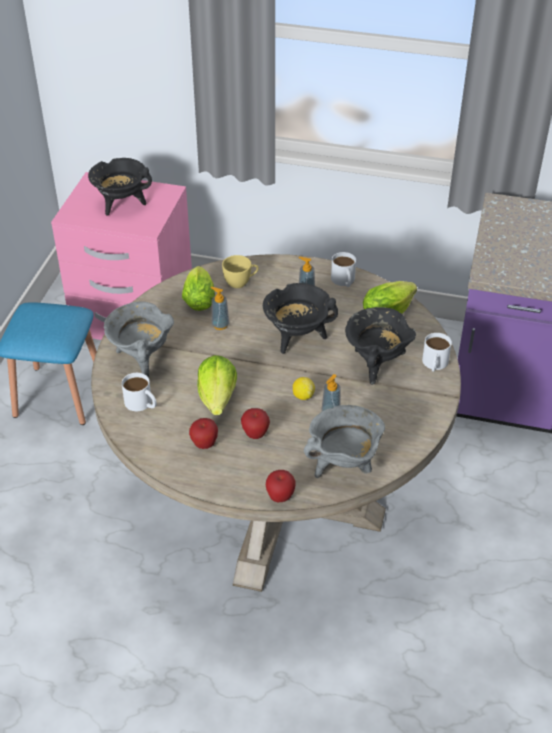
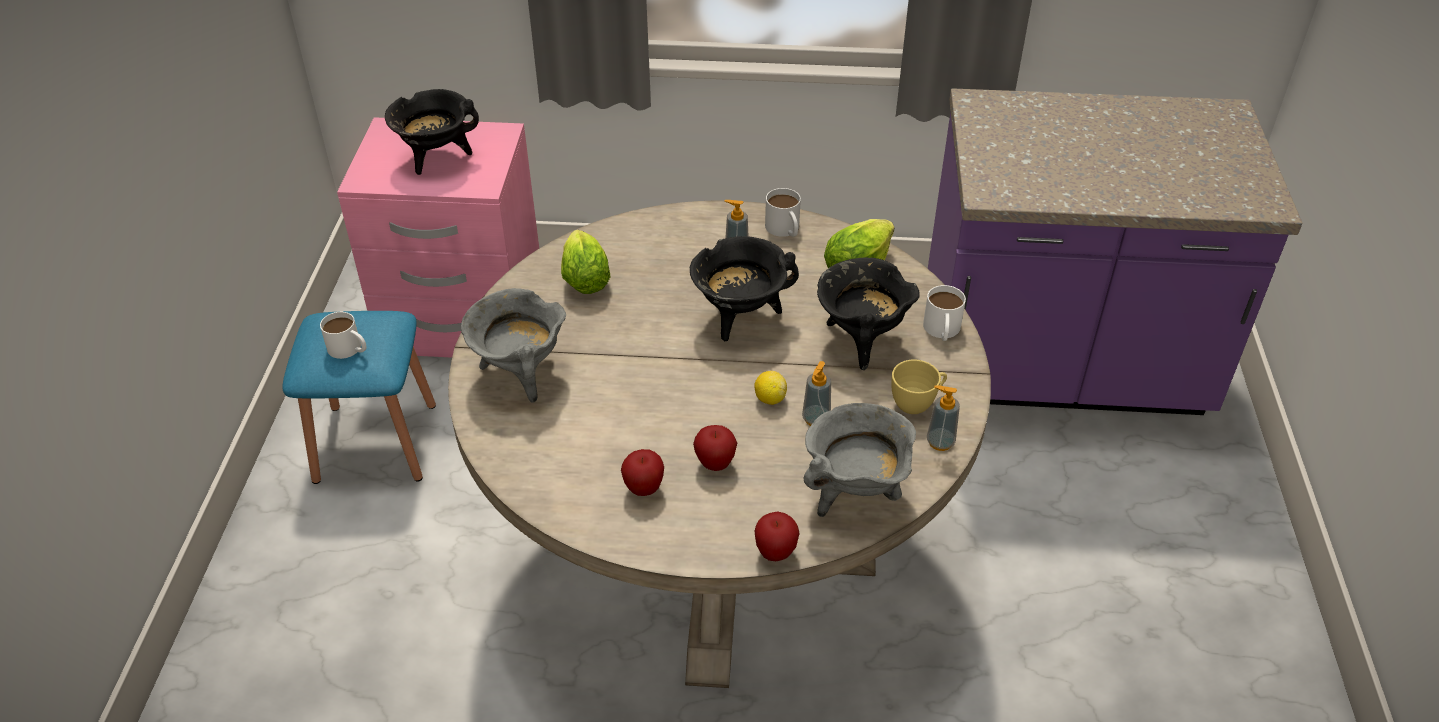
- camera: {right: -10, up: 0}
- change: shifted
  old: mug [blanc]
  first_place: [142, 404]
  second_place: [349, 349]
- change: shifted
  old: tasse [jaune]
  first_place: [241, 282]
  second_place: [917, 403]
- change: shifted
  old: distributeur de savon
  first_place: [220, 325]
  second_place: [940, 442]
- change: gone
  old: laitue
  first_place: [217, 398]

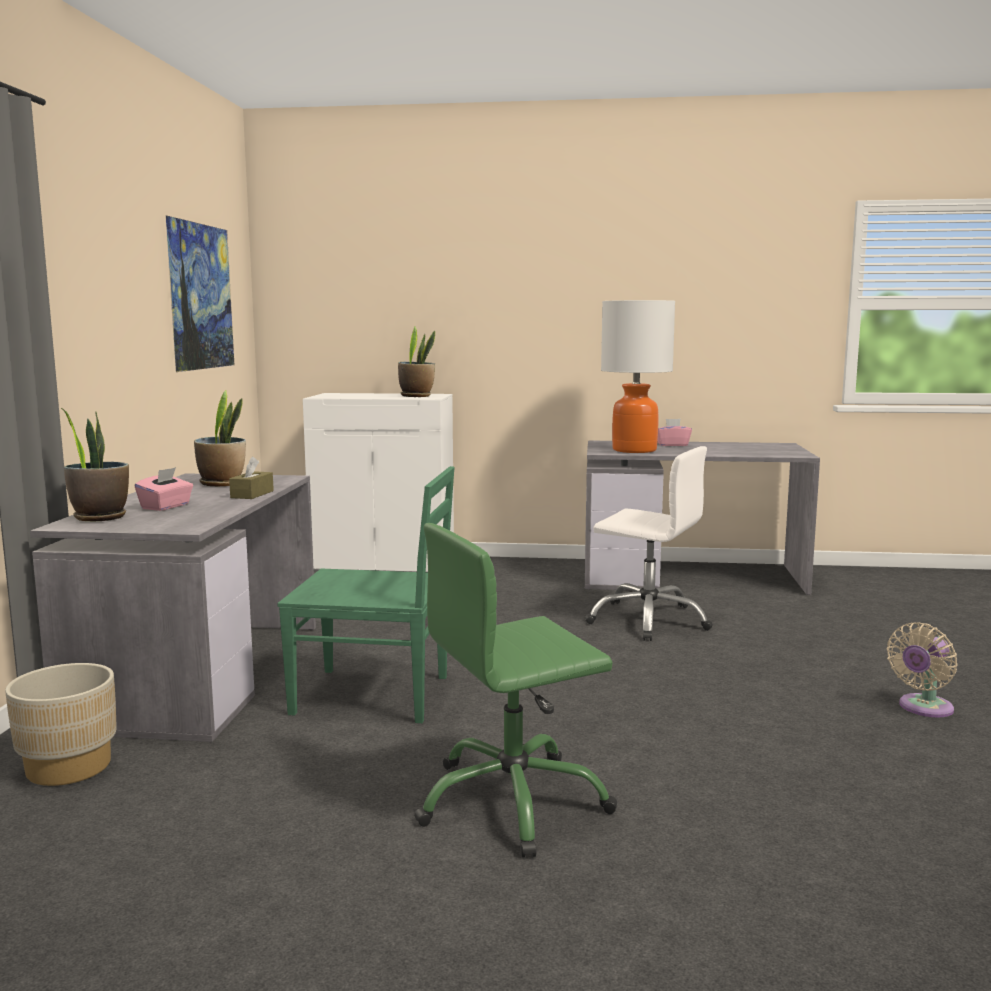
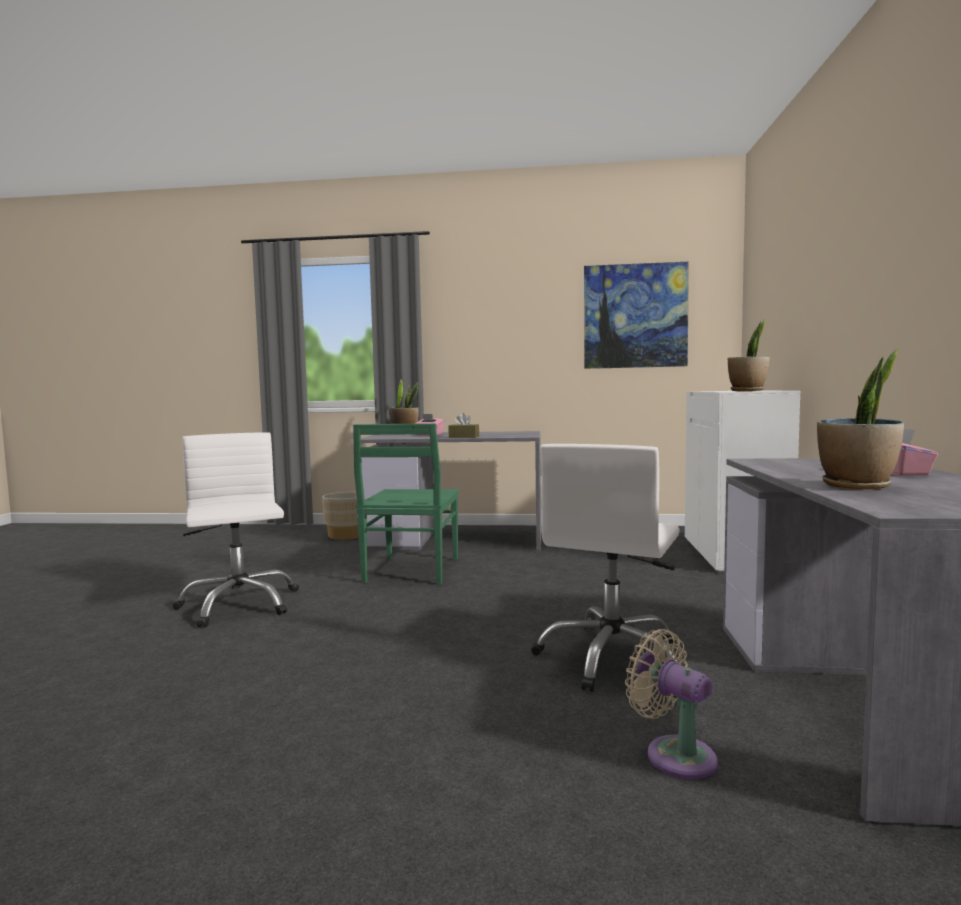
- camera: {right: 90, up: -5}
- change: repainted
  old: chaise de bureau [vert]
  new: chaise de bureau [blanc]
  first_place: [512, 802]
  second_place: [238, 604]
- change: shifted
  old: ventilateur [beige]
  first_place: [923, 708]
  second_place: [674, 754]
- change: shifted
  old: plante en pot
  first_place: [222, 483]
  second_place: [857, 486]
- change: gone
  old: lampe de table
  first_place: [634, 450]

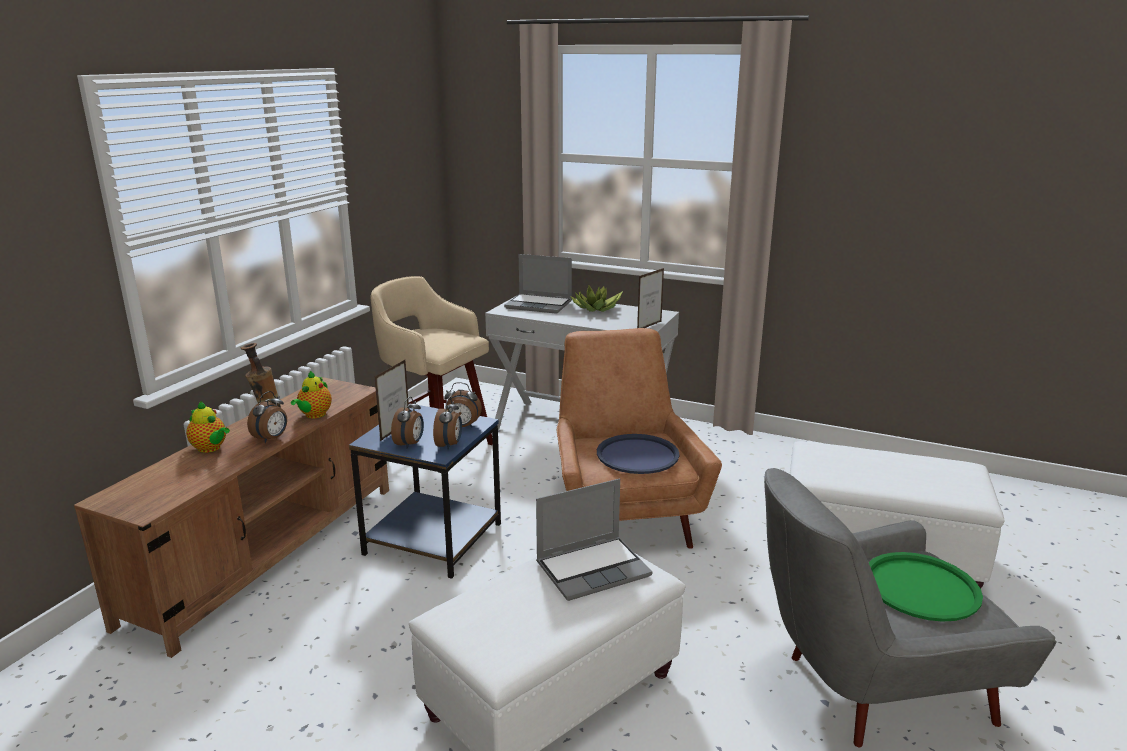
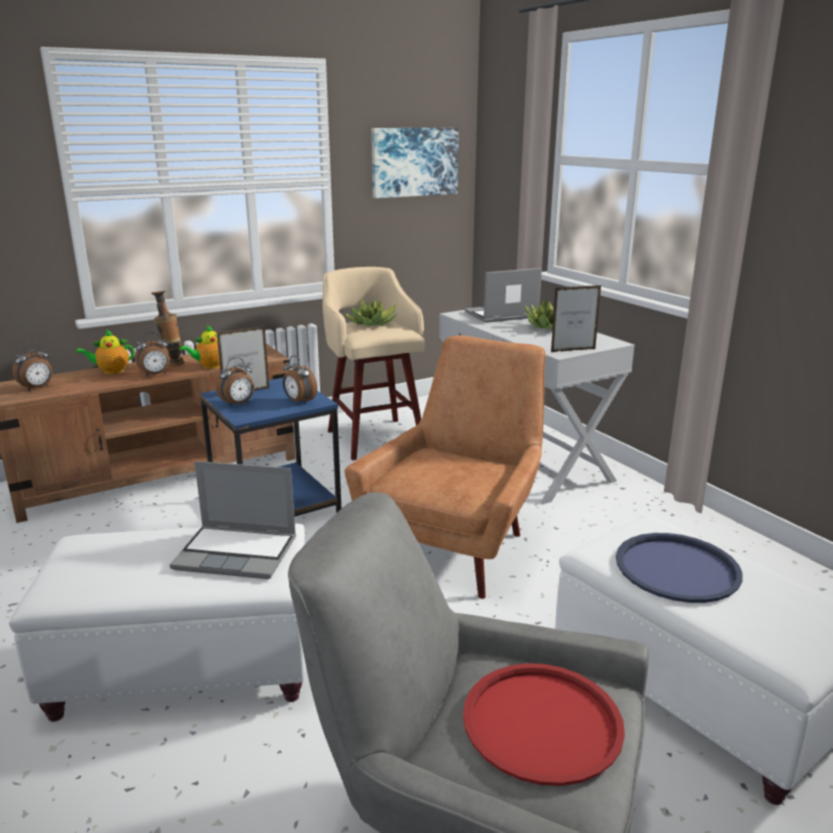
- camera: {right: 35, up: 0}
- change: shifted
  old: réveil
  first_place: [449, 445]
  second_place: [37, 388]
- change: rotated
  old: théière
  first_place: [210, 448]
  second_place: [111, 371]
  degrees: 90
- change: new
  new: plante en pot
  second_place: [373, 324]
- change: new
  new: tableau
  second_place: [414, 162]
- change: repainted
  old: plateau [vert]
  new: plateau [rouge]
  first_place: [921, 587]
  second_place: [542, 722]
- change: rotated
  old: ordinateur portable
  first_place: [539, 305]
  second_place: [500, 315]
  degrees: 105
- change: shifted
  old: plateau [bleu]
  first_place: [637, 455]
  second_place: [677, 569]

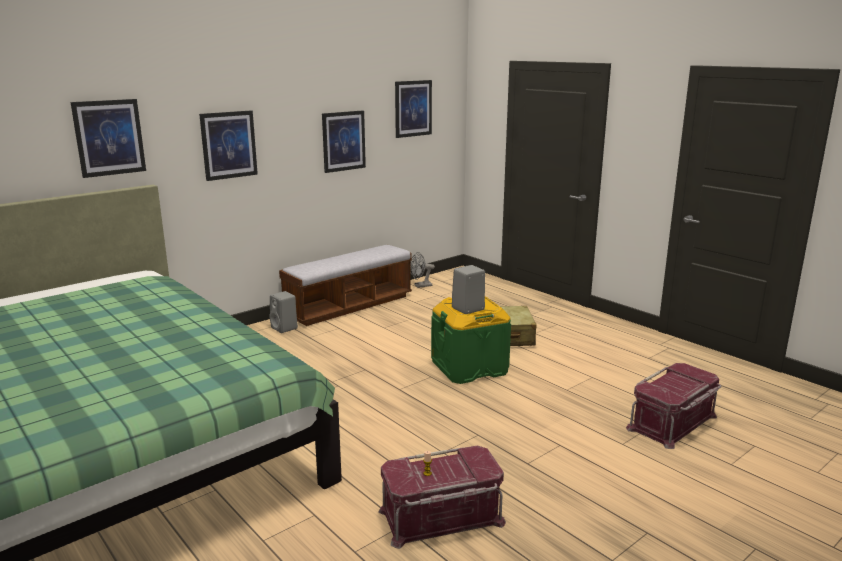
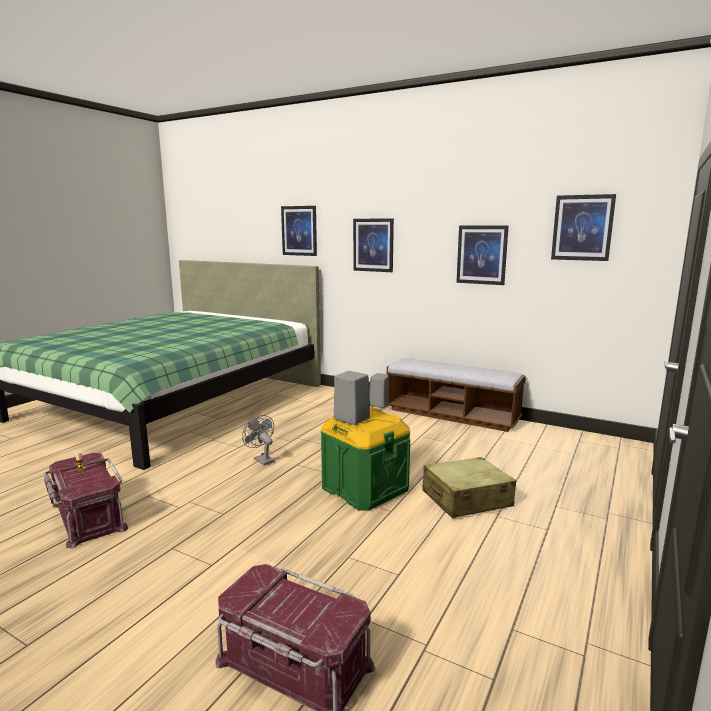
- camera: {right: 70, up: -5}
- change: shifted
  old: ventilateur [gris]
  first_place: [420, 286]
  second_place: [261, 459]

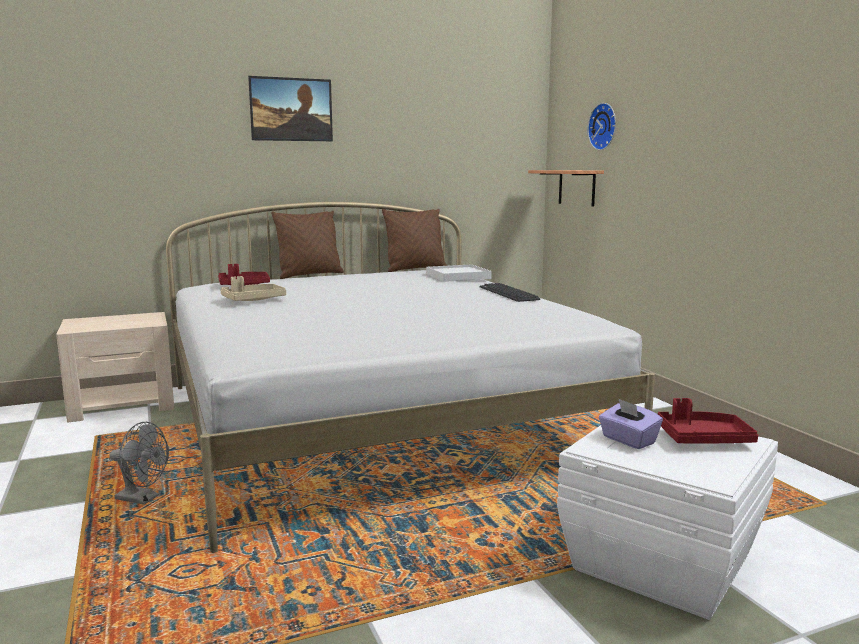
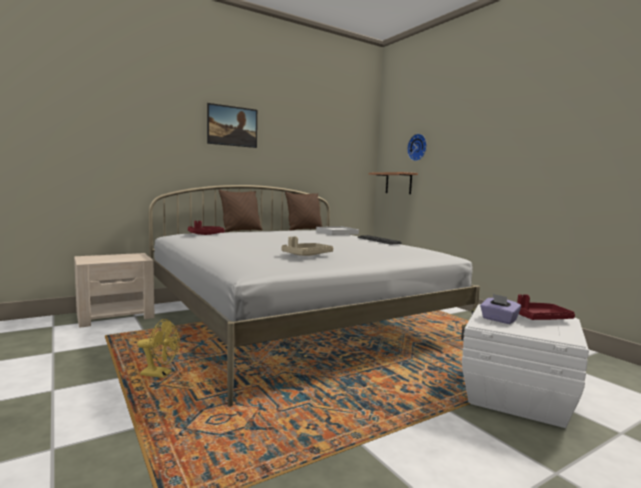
- camera: {right: -10, up: -5}
- change: repainted
  old: ventilateur [gris]
  new: ventilateur [jaune]
  first_place: [143, 499]
  second_place: [160, 374]
- change: shifted
  old: plateau [beige]
  first_place: [253, 300]
  second_place: [307, 255]

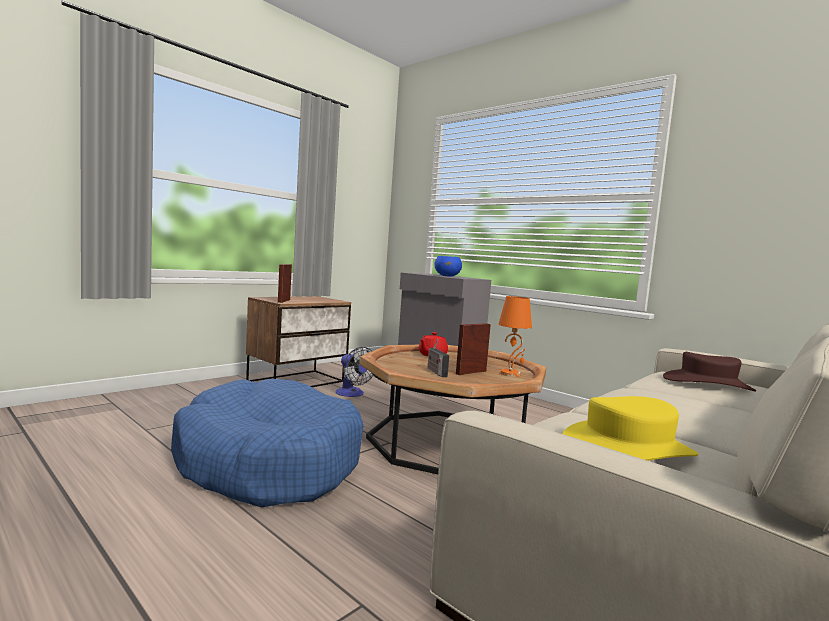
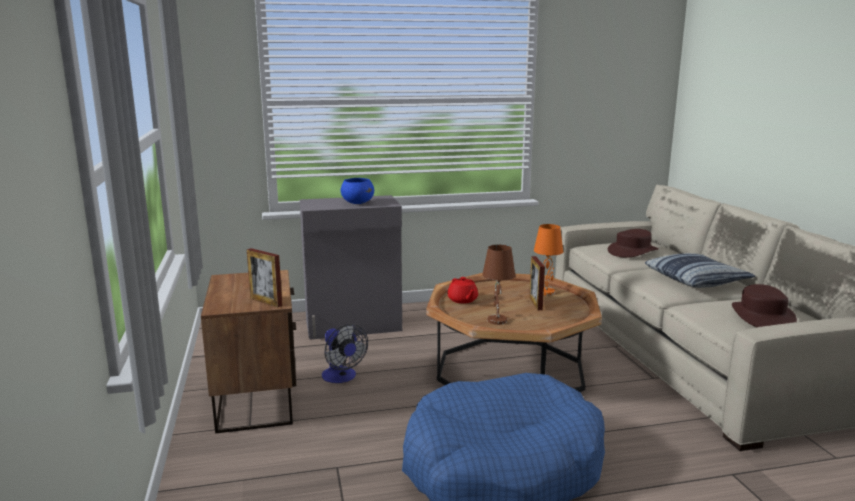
- camera: {right: -55, up: 10}
- change: rotated
  old: ventilateur
  first_place: [352, 394]
  second_place: [342, 377]
  degrees: 60
- change: new
  new: lampe de table [marron]
  second_place: [496, 320]
- change: new
  new: coussin
  second_place: [697, 280]
- change: repainted
  old: chapeau [jaune]
  new: chapeau [marron]
  first_place: [627, 448]
  second_place: [762, 316]
- change: gone
  old: radio
  first_place: [435, 372]

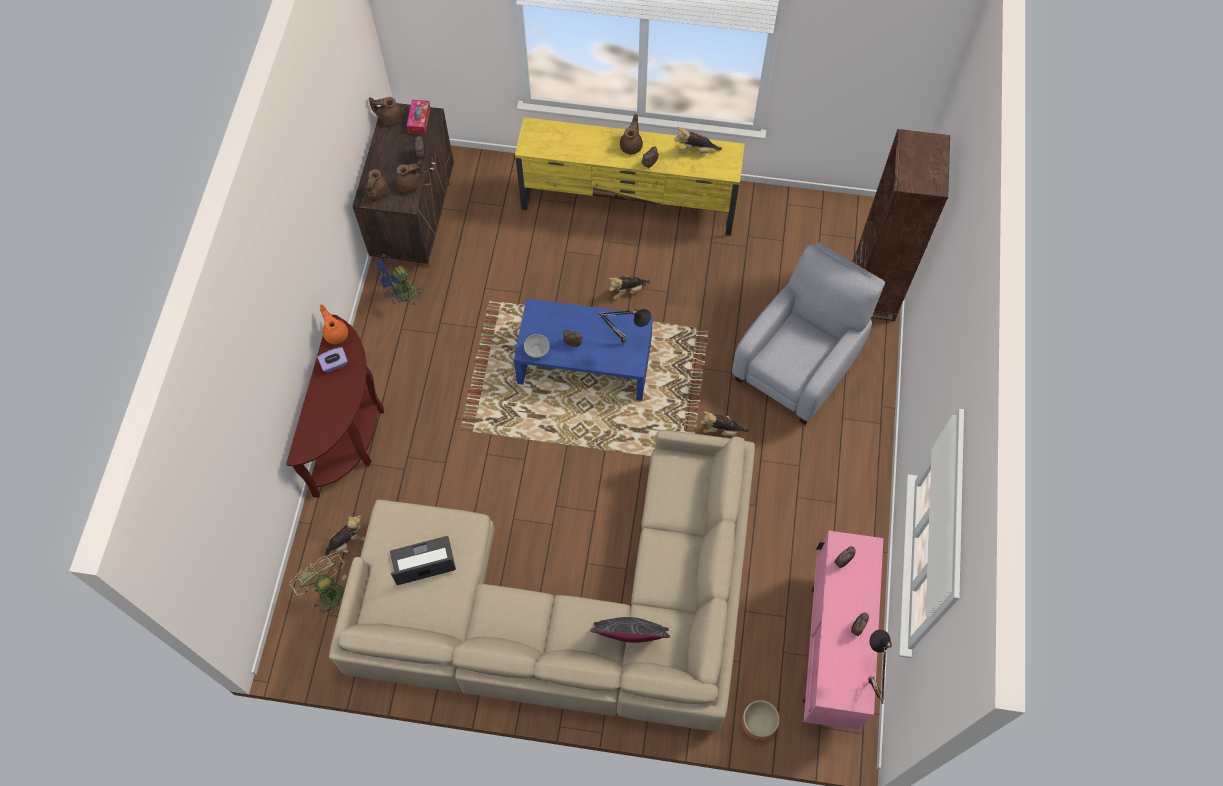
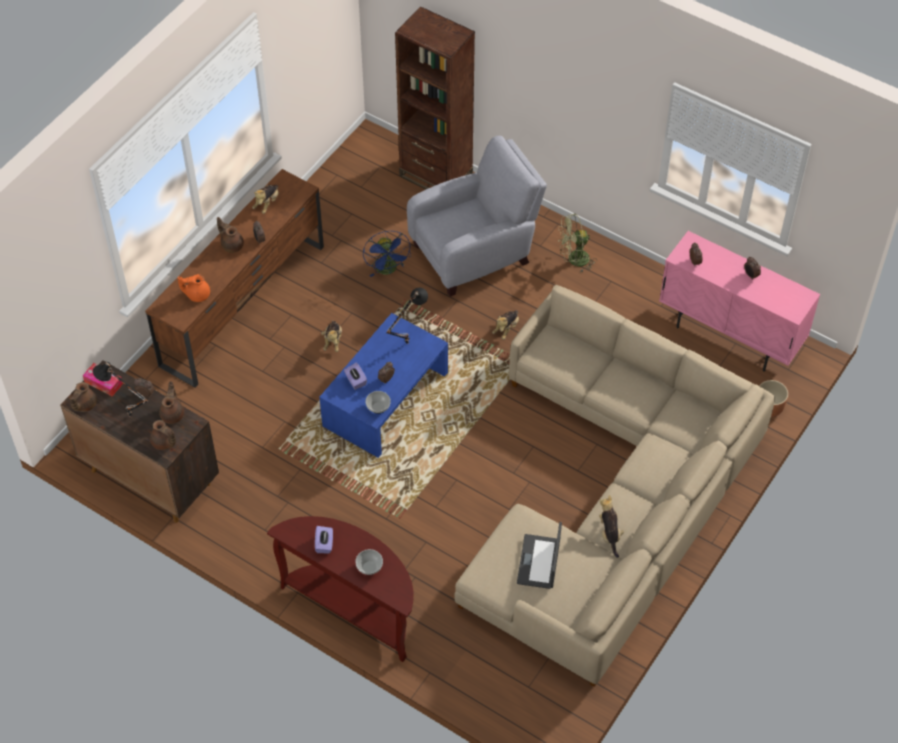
- camera: {right: -65, up: -10}
- change: shifted
  old: lampe de table [noir]
  first_place: [867, 681]
  second_place: [129, 417]
- change: repainted
  old: meuble télé [jaune]
  new: meuble télé [marron]
  first_place: [629, 204]
  second_place: [244, 305]
- change: shifted
  old: théière [orange]
  first_place: [336, 333]
  second_place: [197, 294]
- change: new
  new: boîte à mouchoirs [violet]
  second_place: [355, 381]
- change: new
  new: bol
  second_place: [369, 567]
- change: shifted
  old: ventilateur [bleu]
  first_place: [401, 296]
  second_place: [388, 270]
- change: rotated
  old: fauteuil [gris]
  first_place: [799, 364]
  second_place: [475, 252]
  degrees: 90
- change: shifted
  old: ventilateur [vert]
  first_place: [328, 591]
  second_place: [574, 260]
- change: shifted
  old: peluche
  first_place: [347, 542]
  second_place: [609, 533]
- change: gone
  old: coussin [gris]
  first_place: [630, 638]

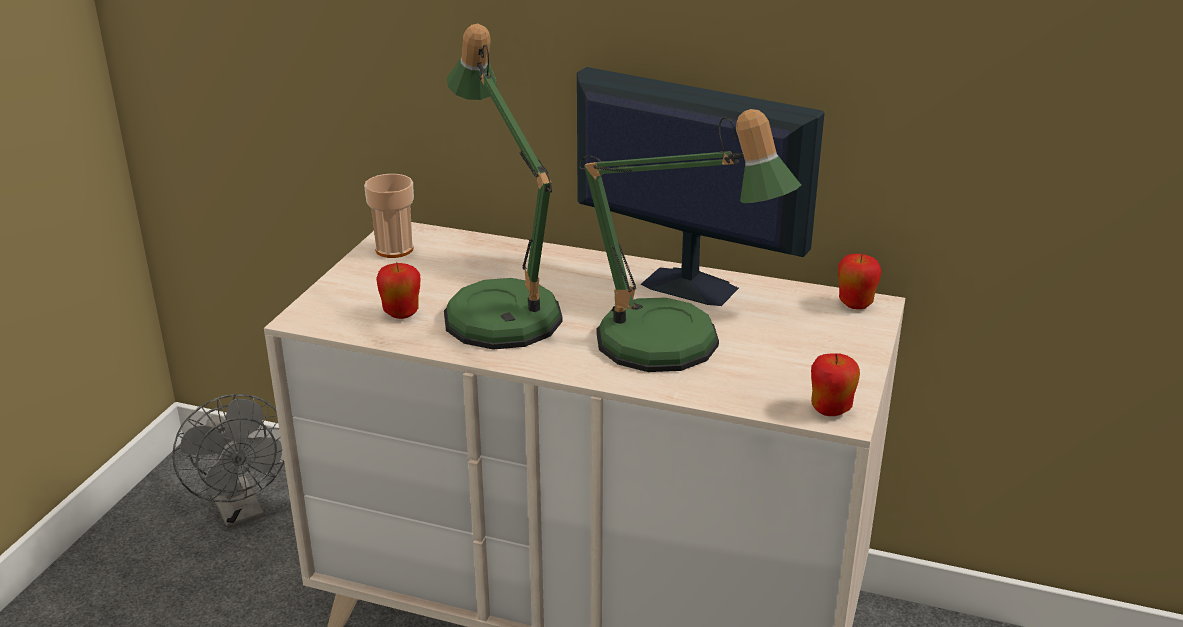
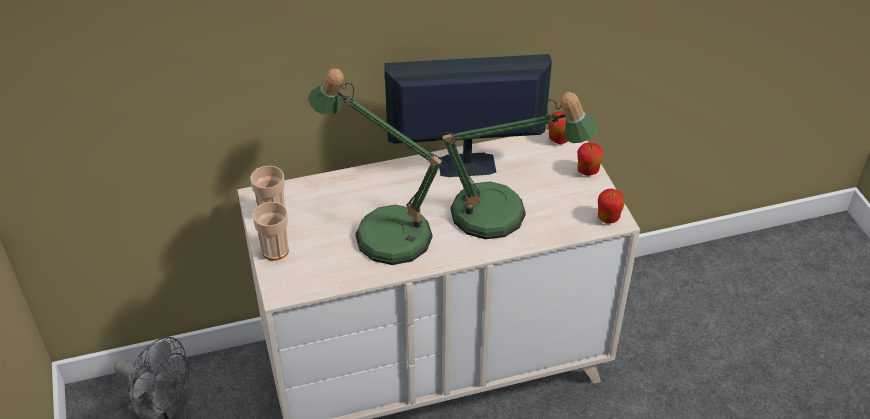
- camera: {right: -35, up: 15}
- change: new
  new: tasse
  second_place: [275, 250]
- change: shifted
  old: pomme
  first_place: [401, 314]
  second_place: [587, 171]

